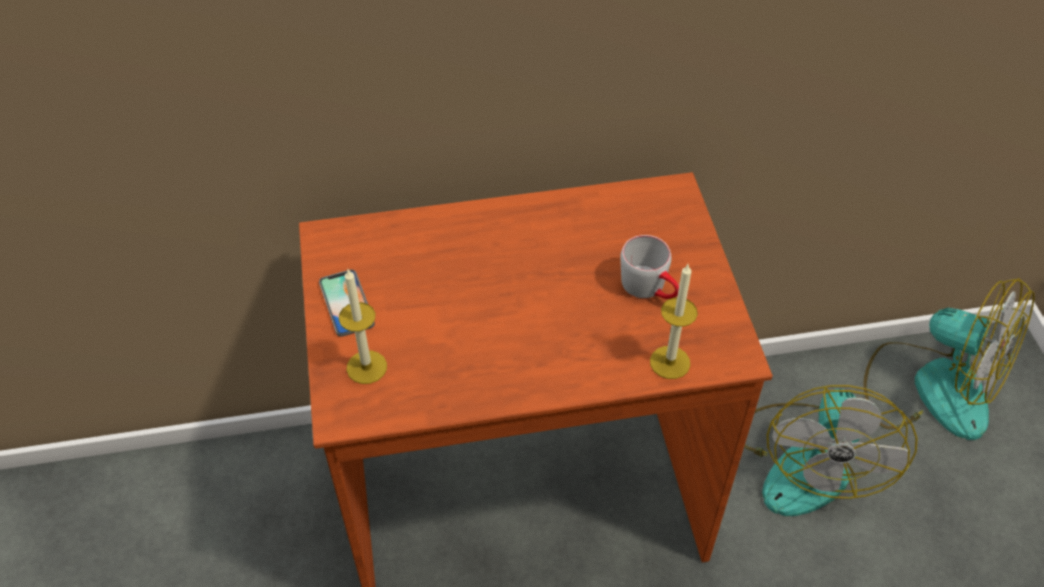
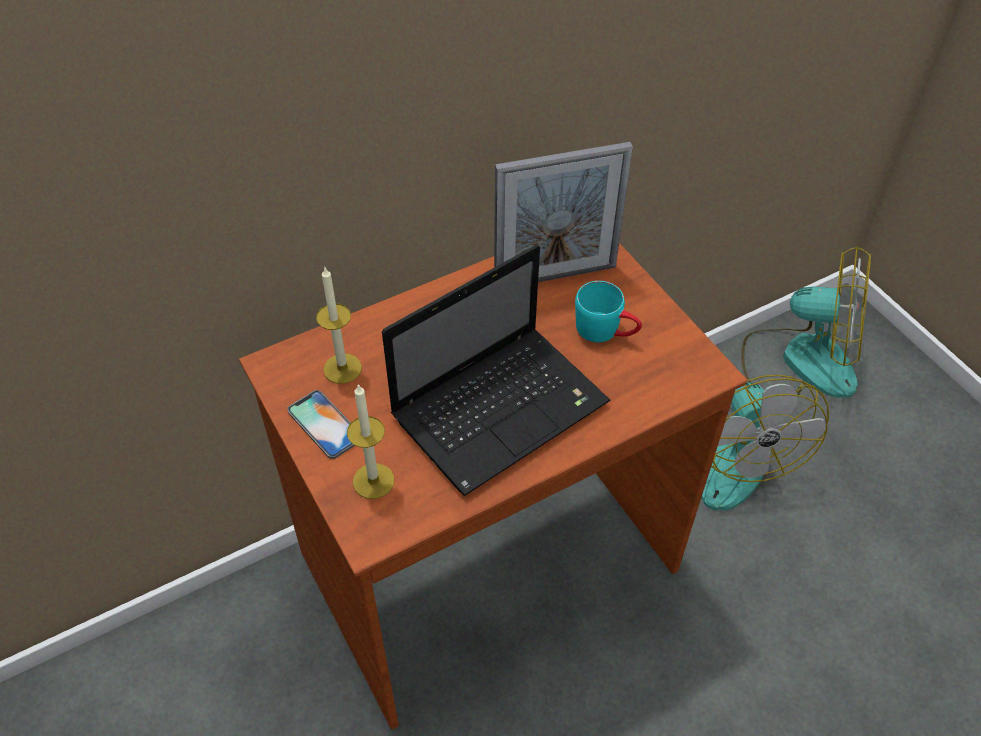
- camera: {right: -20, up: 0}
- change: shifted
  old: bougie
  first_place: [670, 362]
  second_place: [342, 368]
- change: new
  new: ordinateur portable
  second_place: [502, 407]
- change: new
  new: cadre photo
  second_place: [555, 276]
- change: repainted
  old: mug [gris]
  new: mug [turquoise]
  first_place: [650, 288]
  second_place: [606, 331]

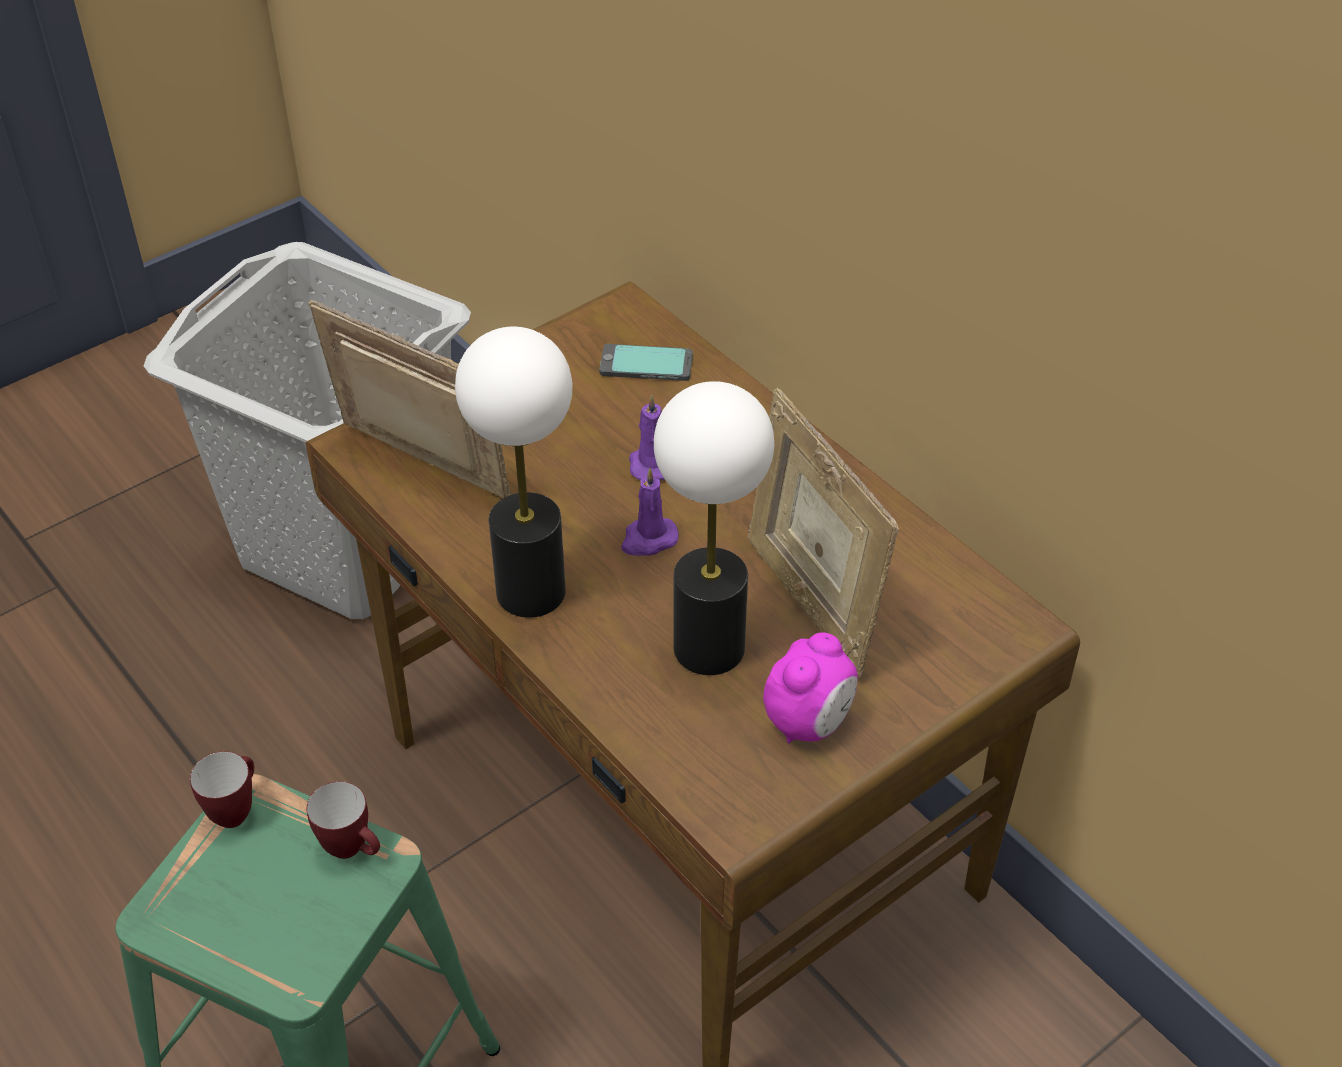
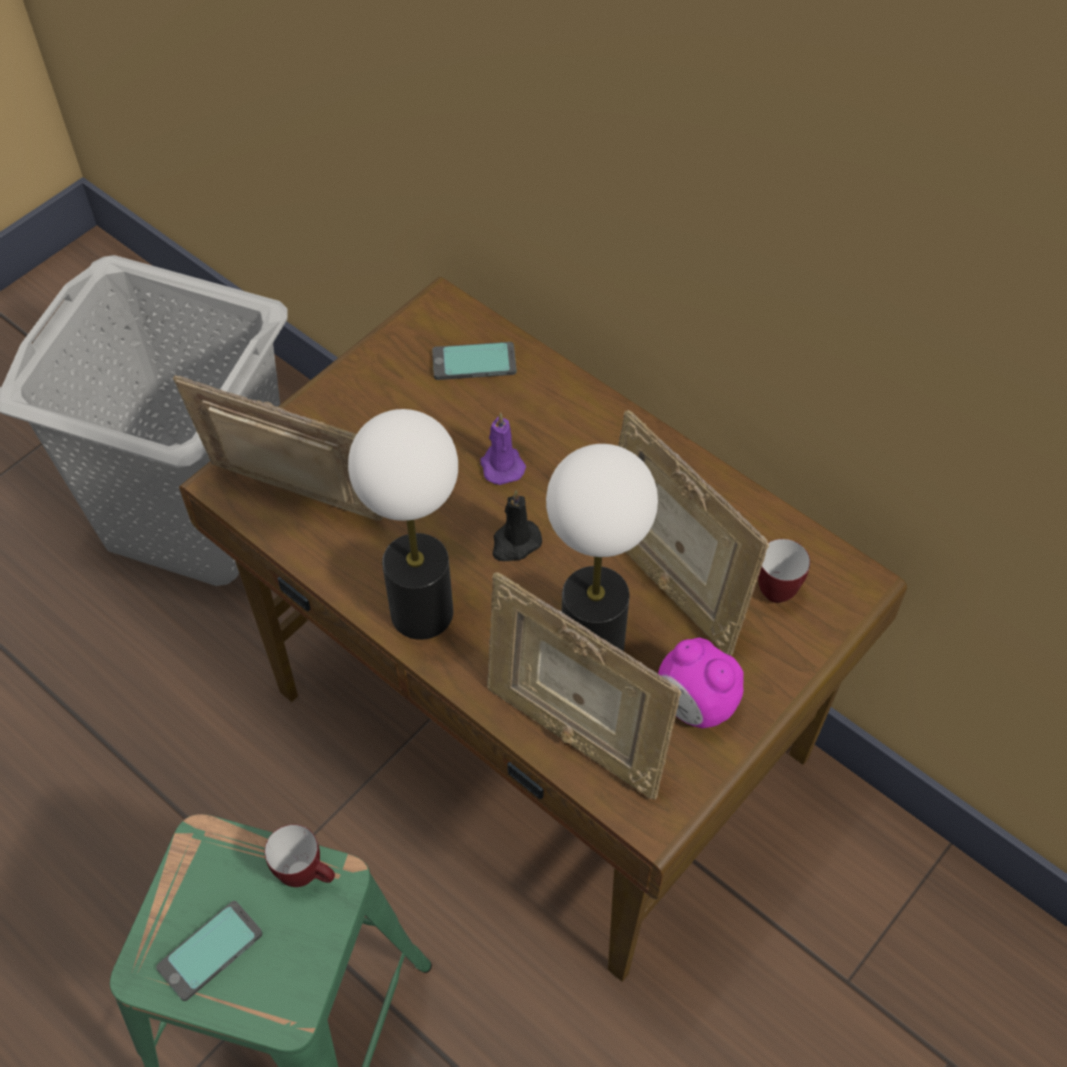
- camera: {right: -10, up: 10}
- change: new
  new: téléphone
  second_place: [210, 951]
- change: new
  new: cadre photo
  second_place: [574, 733]
- change: repainted
  old: bougie [violet]
  new: bougie [noir]
  first_place: [648, 539]
  second_place: [515, 543]
- change: rotated
  old: réveil
  first_place: [809, 722]
  second_place: [695, 705]
  degrees: 105
- change: shifted
  old: mug
  first_place: [235, 809]
  second_place: [776, 586]

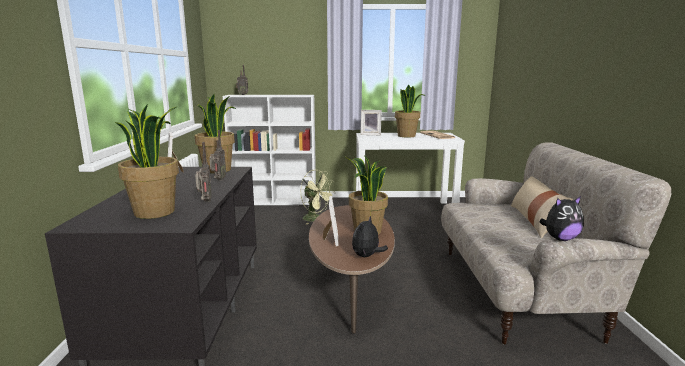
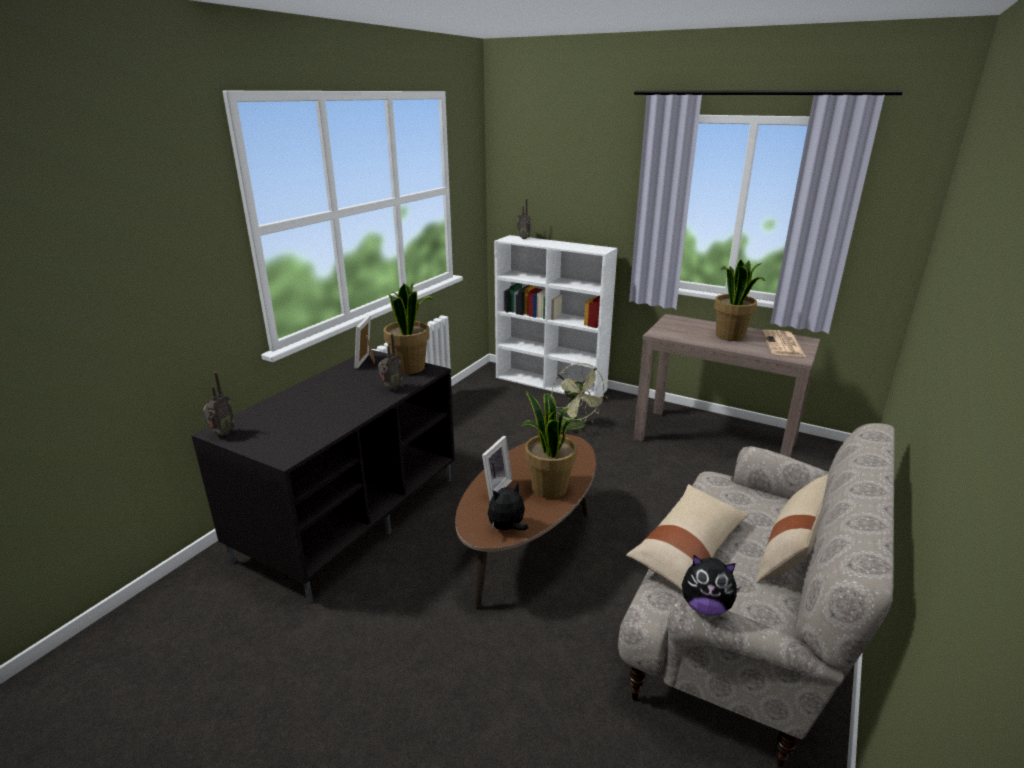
- camera: {right: 30, up: 10}
- change: shifted
  old: radio
  first_place: [205, 201]
  second_place: [222, 434]
- change: new
  new: coussin [beige]
  second_place: [688, 548]
- change: repainted
  old: table console [blanc]
  new: table console [marron]
  first_place: [404, 209]
  second_place: [714, 441]
- change: gone
  old: plante en pot
  first_place: [155, 212]
- change: gone
  old: cadre photo
  first_place: [370, 134]

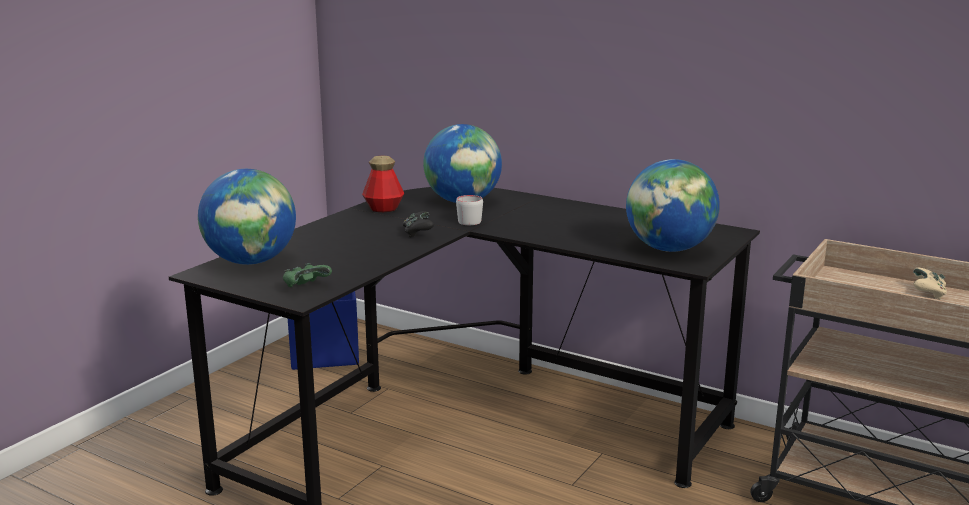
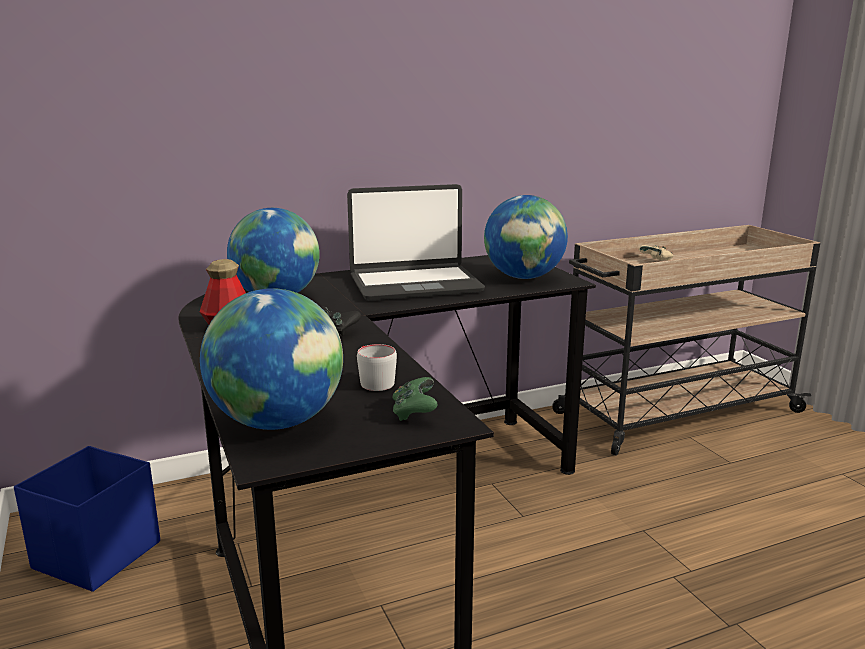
- camera: {right: -55, up: 0}
- change: new
  new: ordinateur portable
  second_place: [415, 284]
- change: shifted
  old: mug [gris]
  first_place: [472, 220]
  second_place: [373, 381]

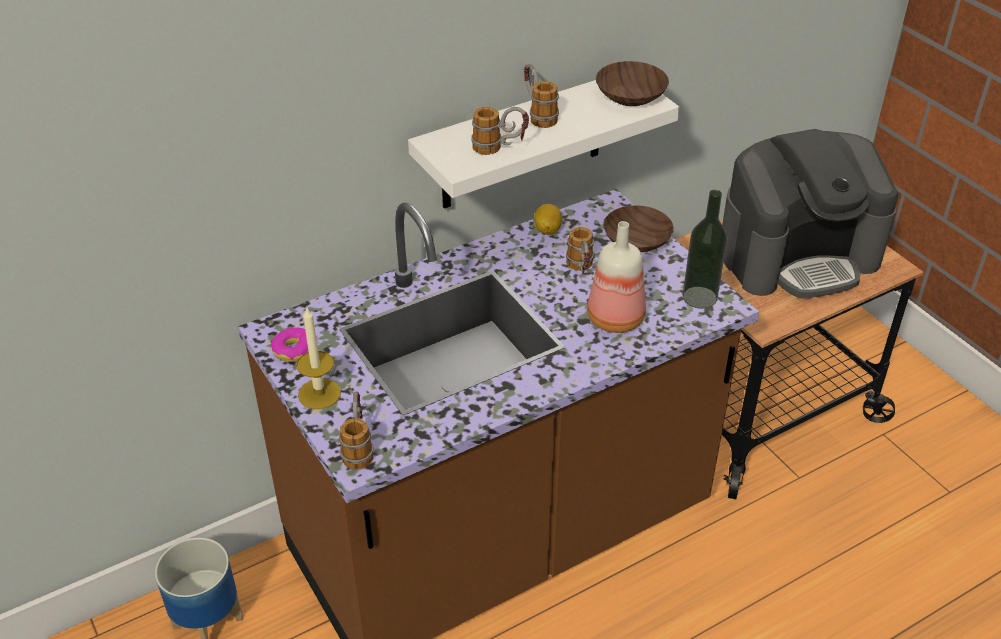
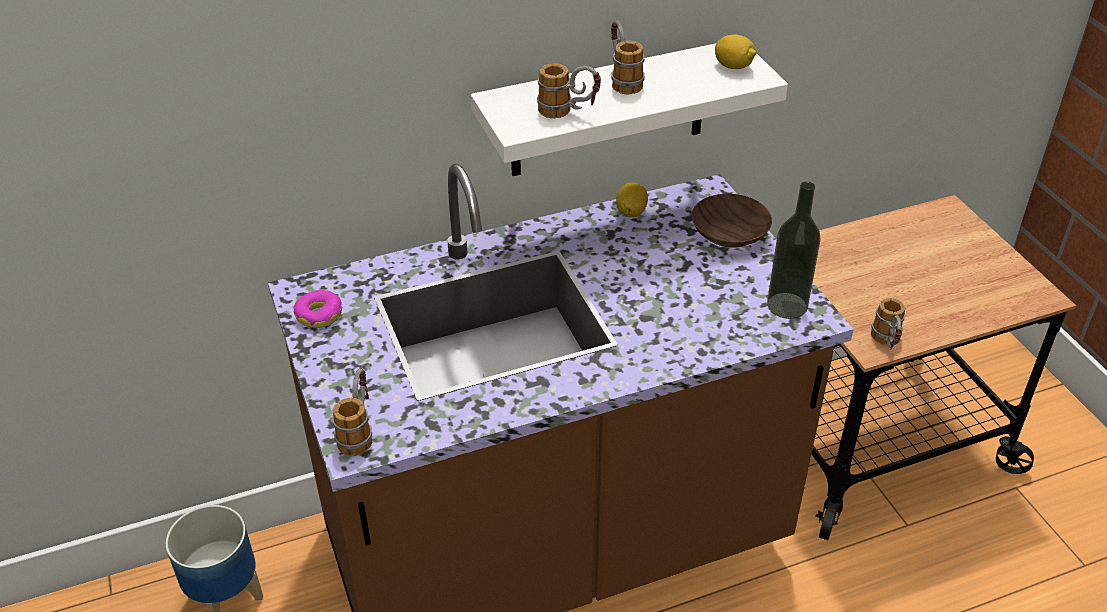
- camera: {right: 10, up: 0}
- change: swapped
  old: bol [marron]
  new: citron
  first_place: [629, 95]
  second_place: [733, 66]
- change: shifted
  old: mug
  first_place: [581, 270]
  second_place: [887, 345]
- change: gone
  old: bougie
  first_place: [319, 394]
- change: gone
  old: bouteille
  first_place: [614, 318]
- change: gone
  old: machine à café
  first_place: [798, 255]

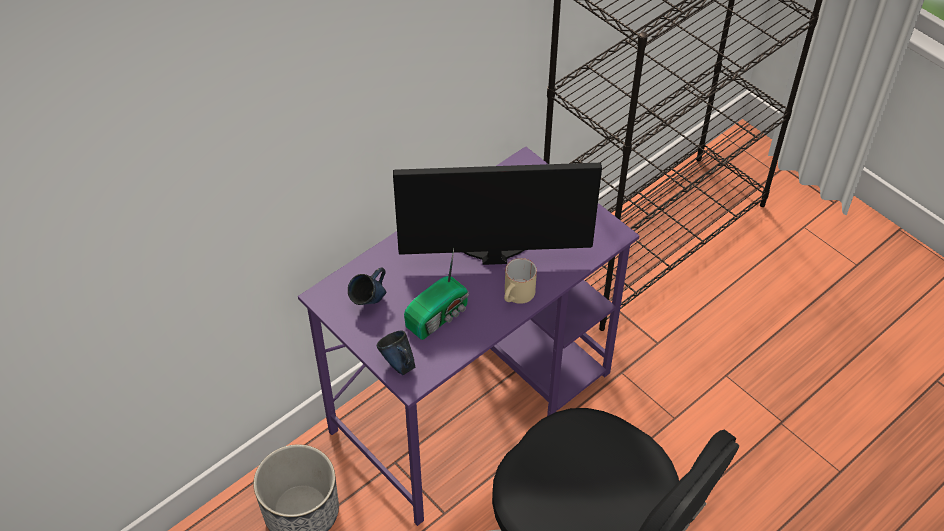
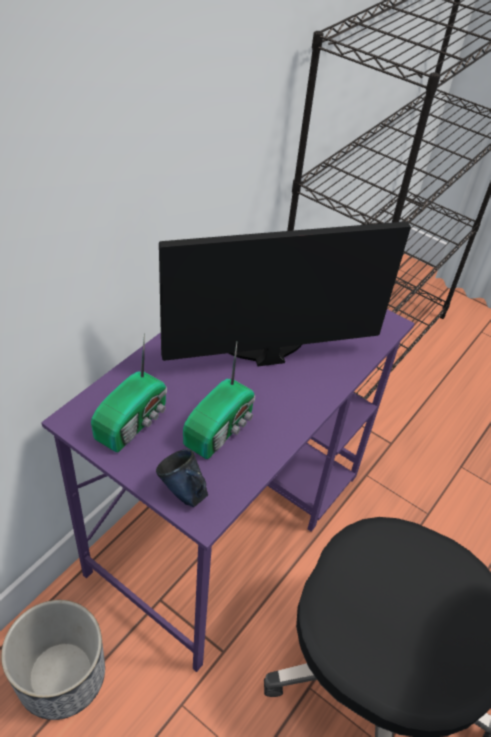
- camera: {right: -15, up: -5}
- change: swapped
  old: mug [bleu]
  new: radio
  first_place: [370, 303]
  second_place: [134, 421]
- change: gone
  old: mug [beige]
  first_place: [517, 296]

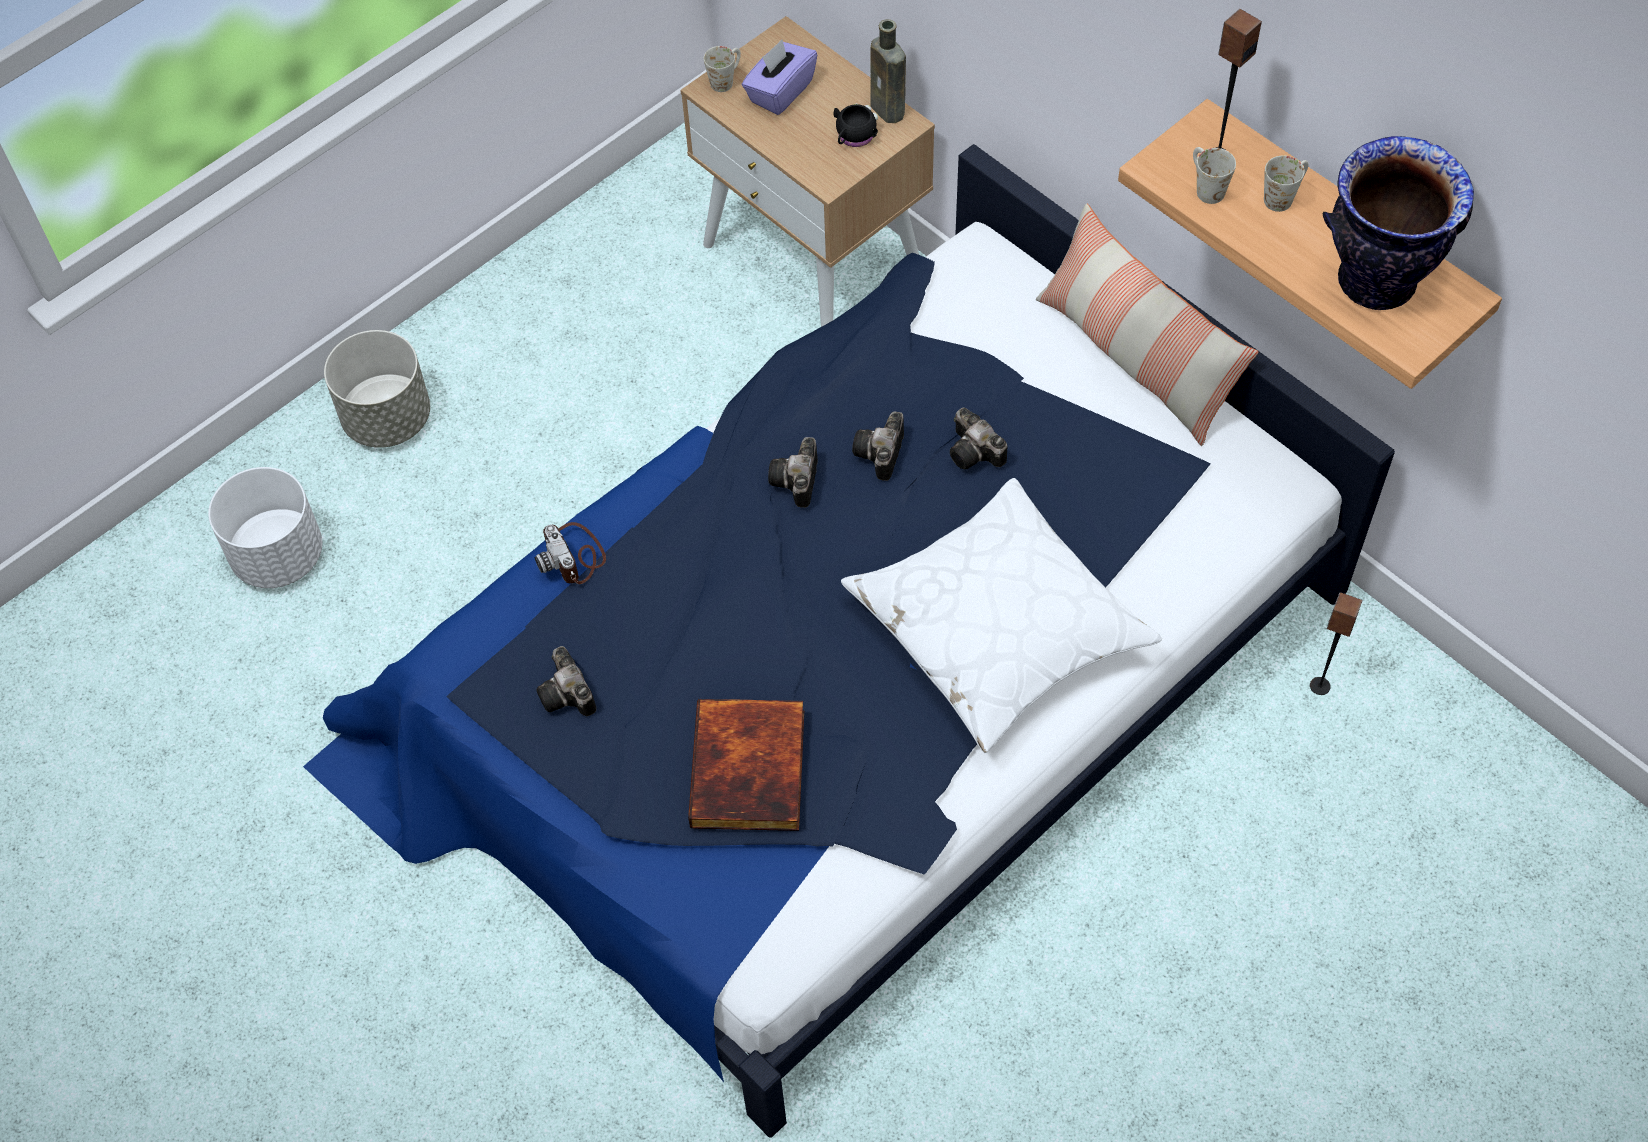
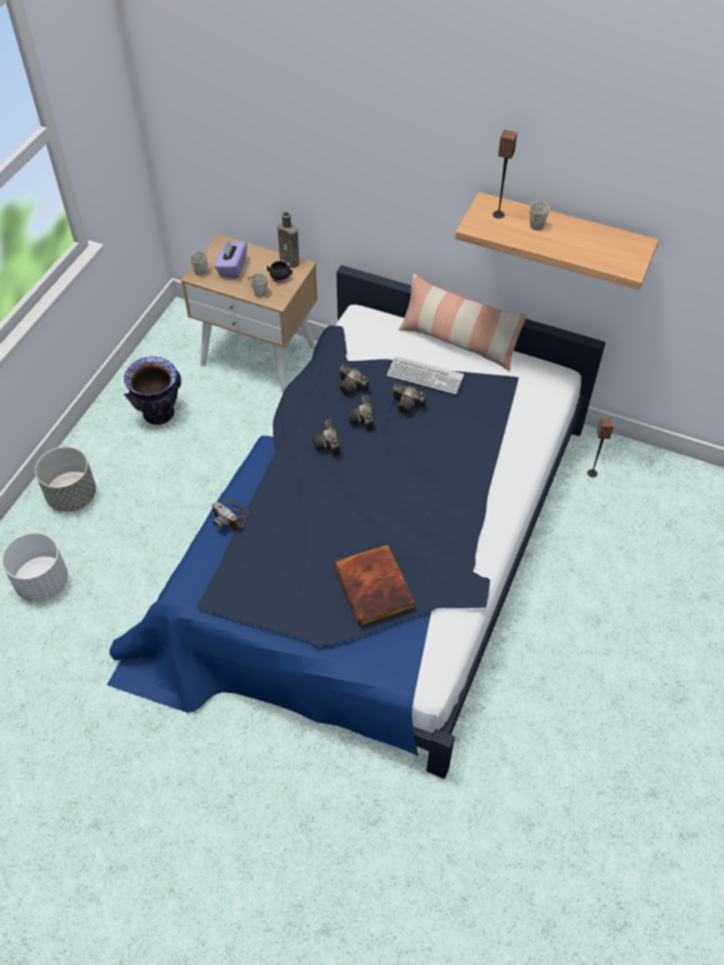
- camera: {right: -25, up: -5}
- change: shifted
  old: vase
  first_place: [1377, 283]
  second_place: [159, 414]
- change: shifted
  old: mug [blanc]
  first_place: [1205, 187]
  second_place: [257, 291]
- change: shifted
  old: appareil photo
  first_place: [569, 696]
  second_place: [352, 387]
- change: new
  new: clavier
  second_place: [425, 376]
- change: gone
  old: coussin [blanc]
  first_place: [998, 628]

